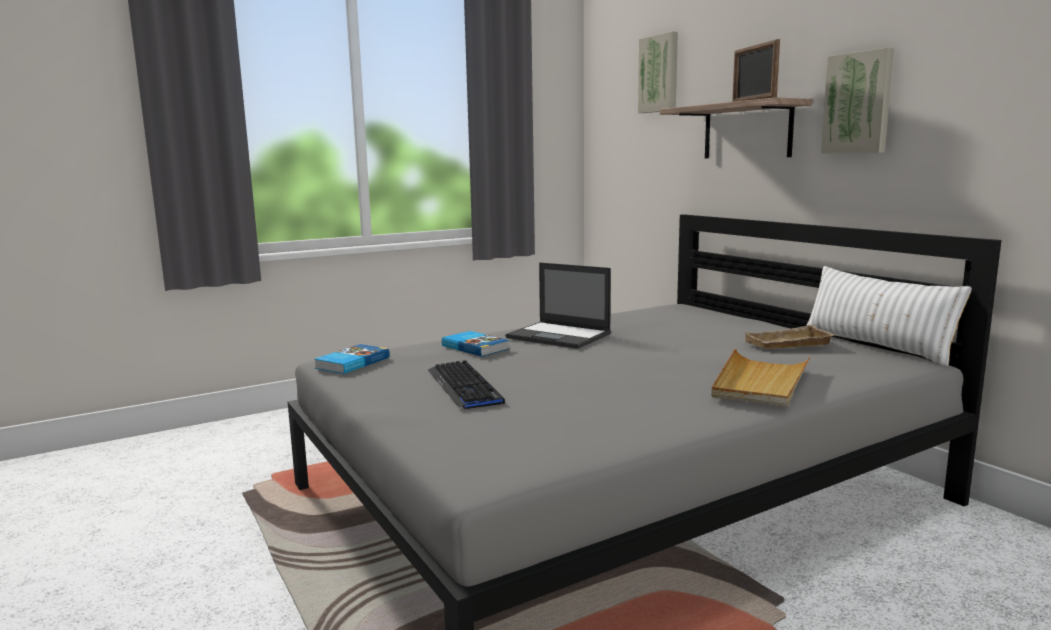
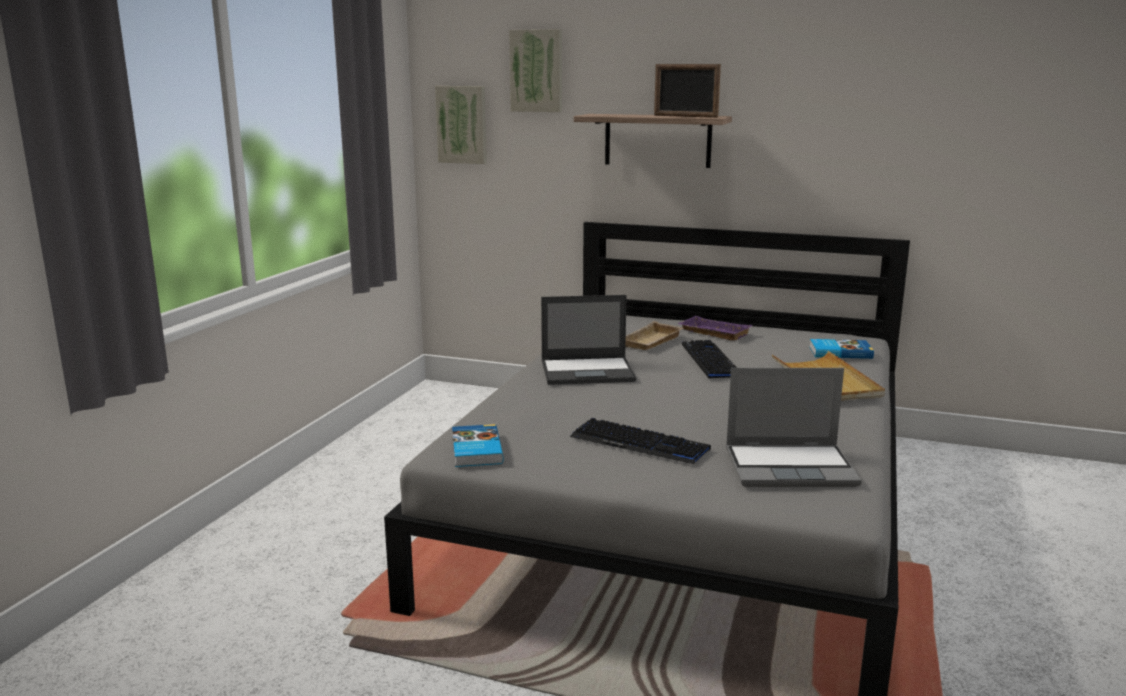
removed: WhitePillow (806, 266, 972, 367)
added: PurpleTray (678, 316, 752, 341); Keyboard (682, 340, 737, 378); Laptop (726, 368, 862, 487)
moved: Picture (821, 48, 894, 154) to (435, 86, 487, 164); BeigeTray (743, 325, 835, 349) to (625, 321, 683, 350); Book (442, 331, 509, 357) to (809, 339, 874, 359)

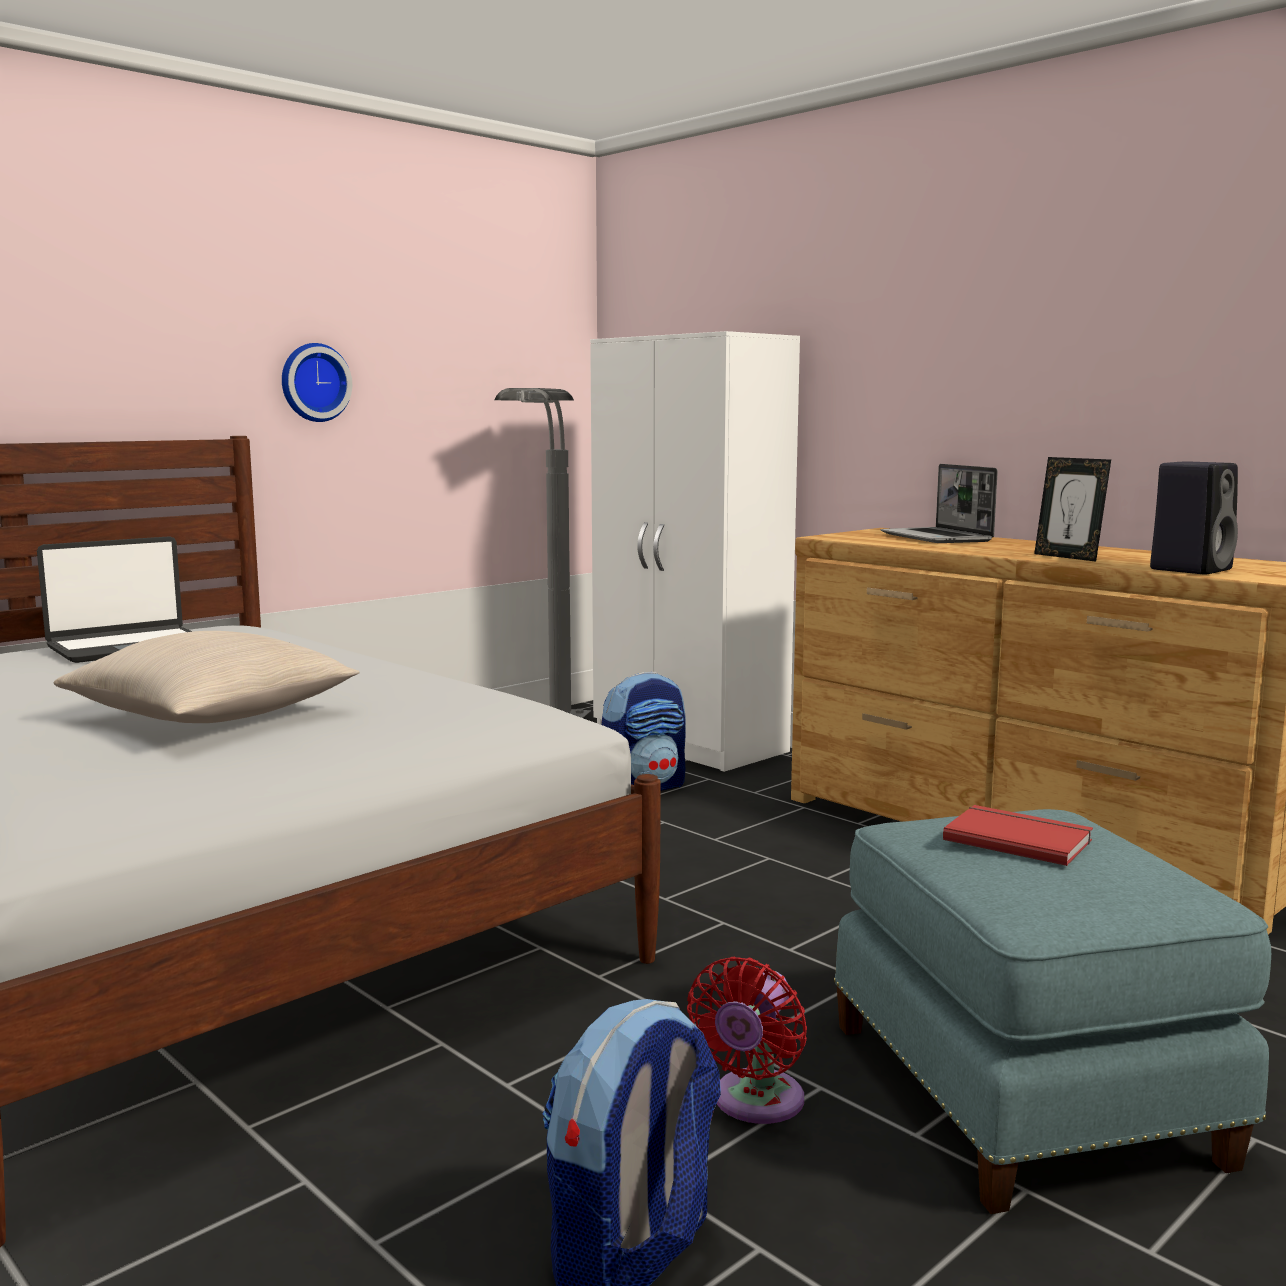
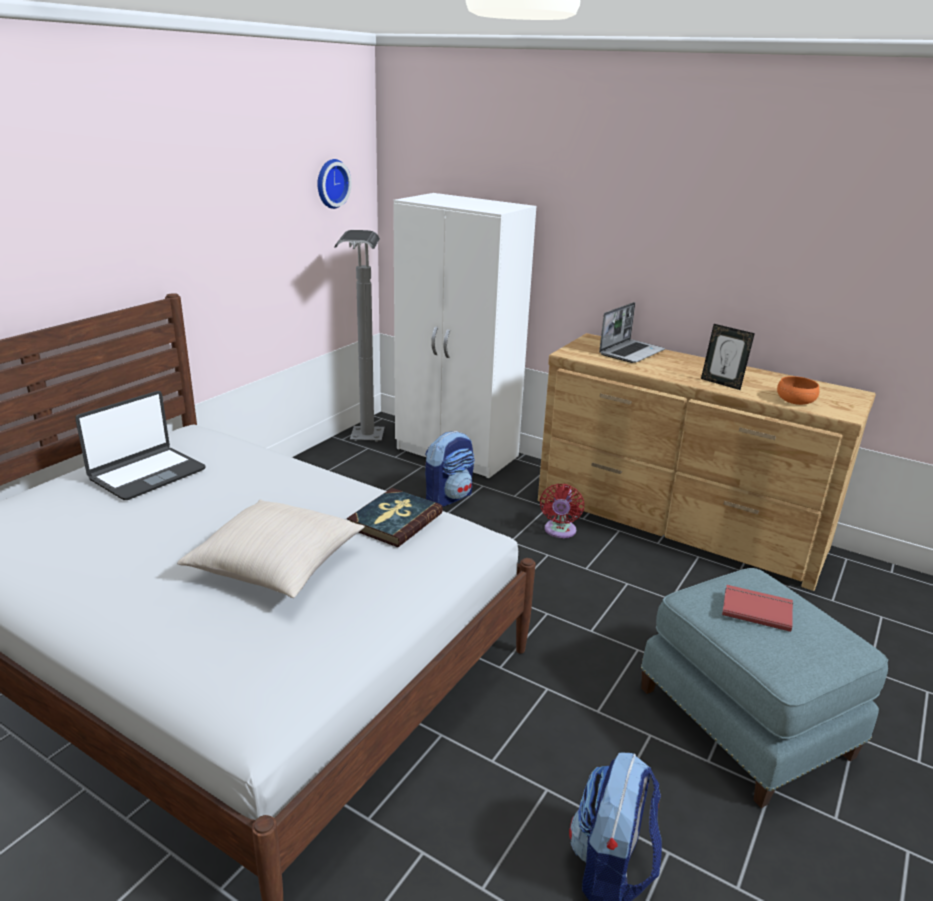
added: Book (347, 488, 443, 547)
moved: WallClock (282, 343, 352, 422) to (317, 159, 351, 209); RedFan (687, 957, 807, 1124) to (540, 484, 584, 538)
replaced: BlackSpeaker (1150, 461, 1238, 575) to OrangeBowl (777, 376, 820, 405)
turned: Laptop (880, 464, 998, 543) = (599, 302, 665, 363) 105 degrees counterclockwise

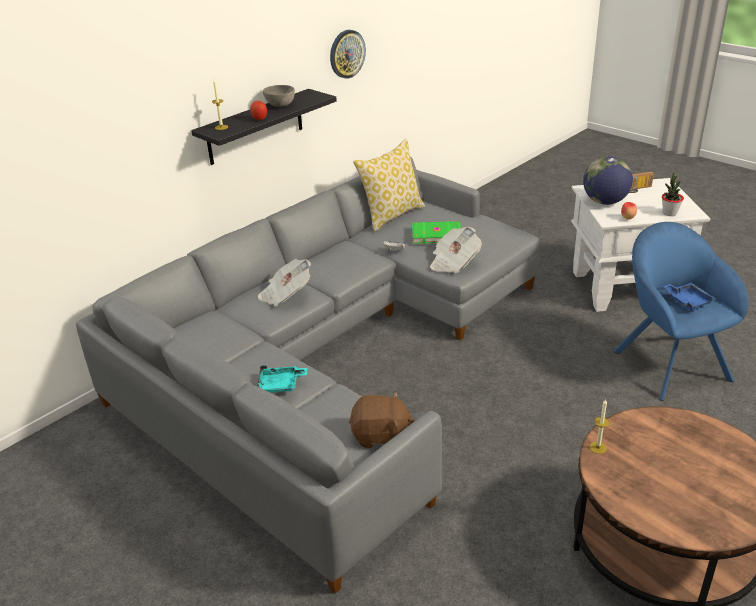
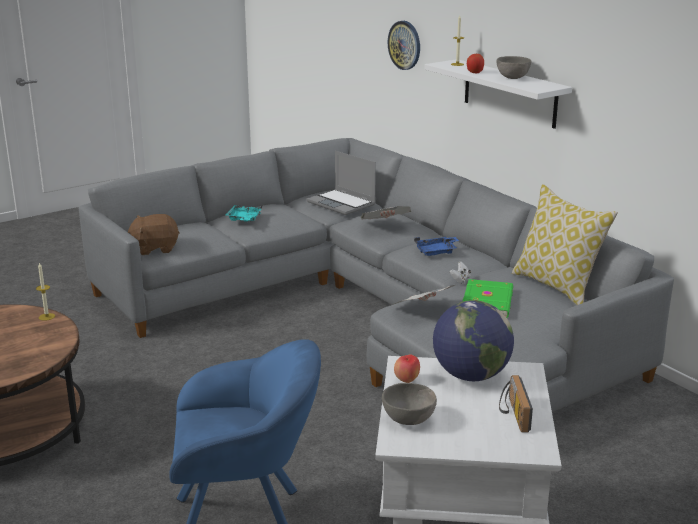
added: Laptop (306, 151, 376, 215)
moved: WallClock (330, 30, 366, 79) to (388, 21, 420, 70); BlueTray (663, 283, 715, 311) to (414, 237, 459, 256)
replaced: PottedPlant (662, 172, 684, 216) to GreyBowl (382, 383, 437, 425)
recoloured: BlackShelf (191, 89, 337, 165) to WhiteShelf (425, 60, 572, 129)
turned: BrownPlushToy (349, 392, 415, 448) = (128, 214, 180, 255) 60 degrees clockwise

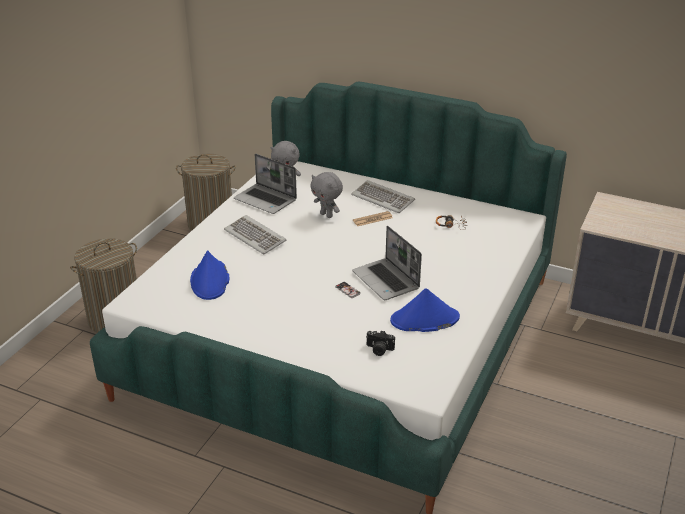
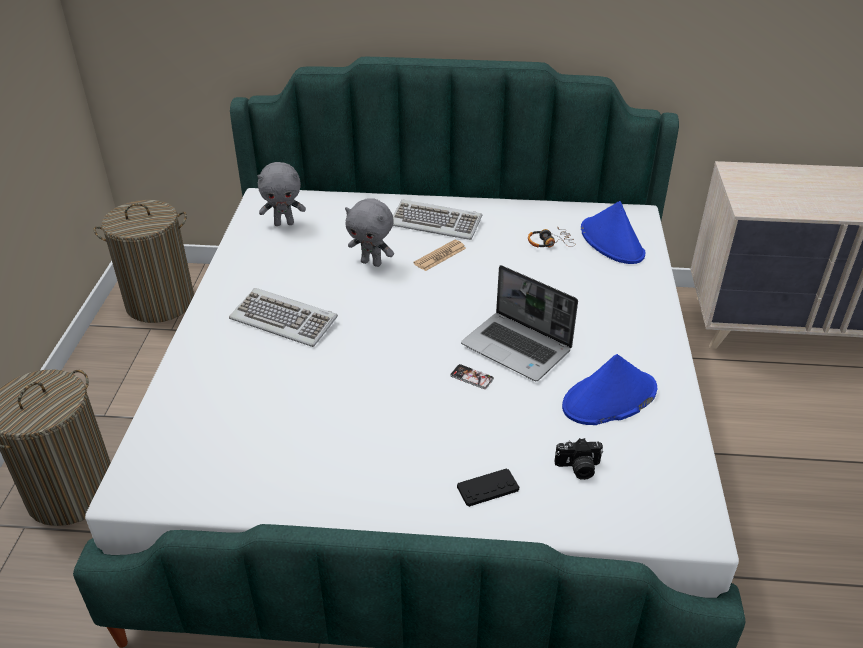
removed: Laptop (234, 154, 297, 214)
added: BlackGameController (457, 468, 519, 507)
moved: BlueHat (190, 250, 229, 300) to (581, 201, 645, 264)

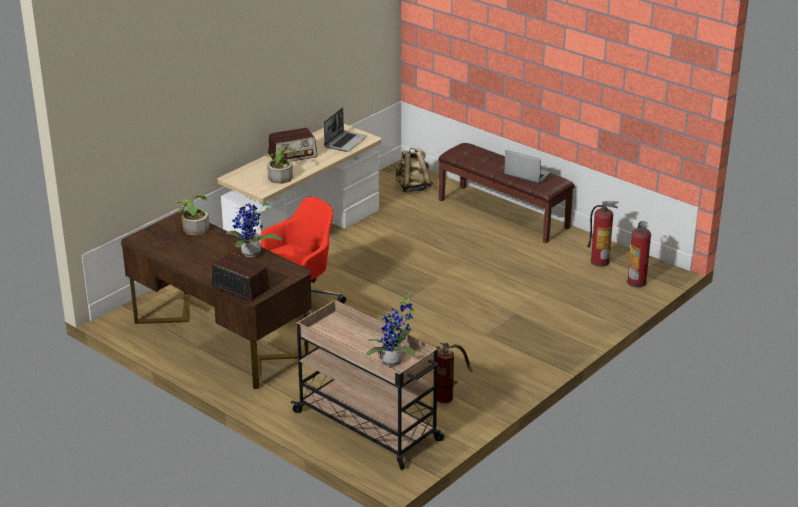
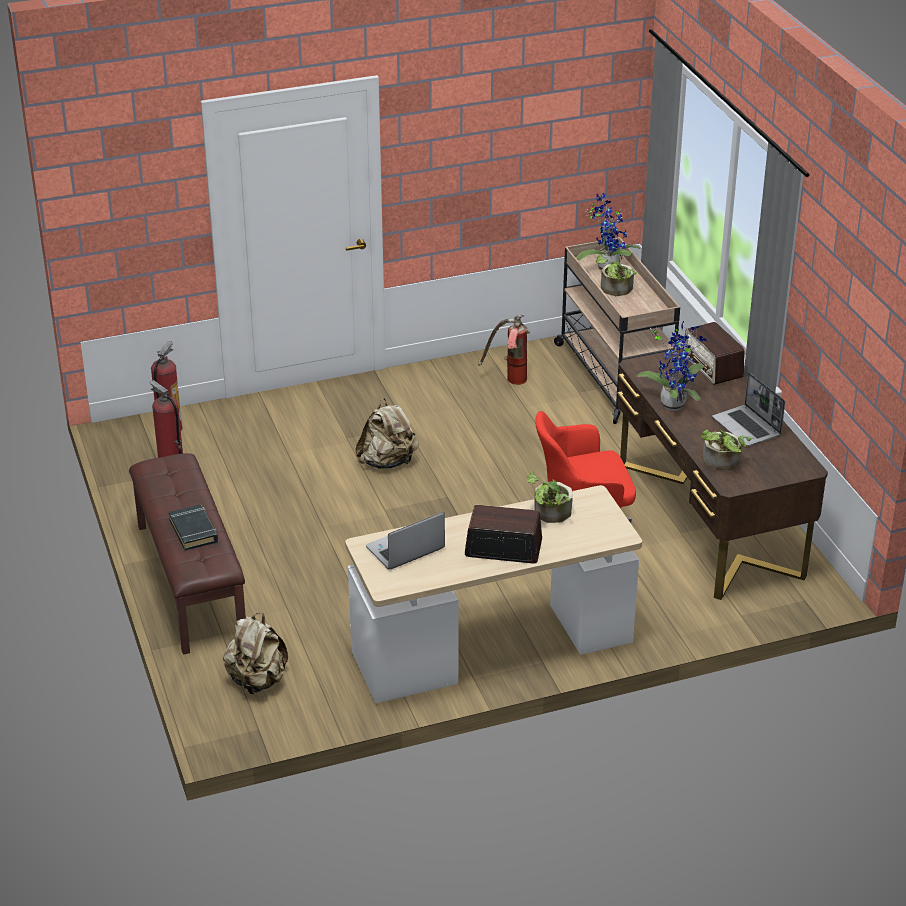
added: BlackBook (169, 504, 218, 550); BeigeBackpack (355, 398, 419, 469); PottedPlant (596, 254, 637, 296)
moved: Laptop (504, 150, 551, 184) to (712, 372, 785, 446)

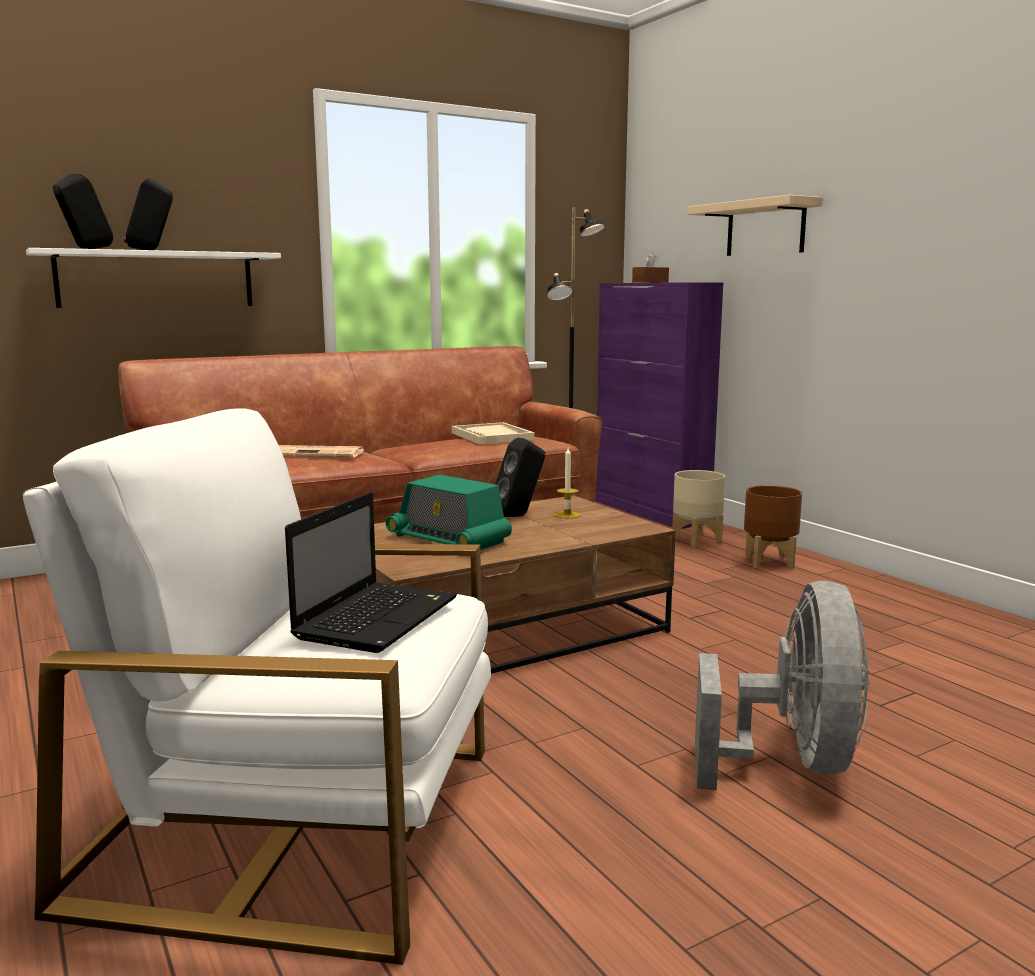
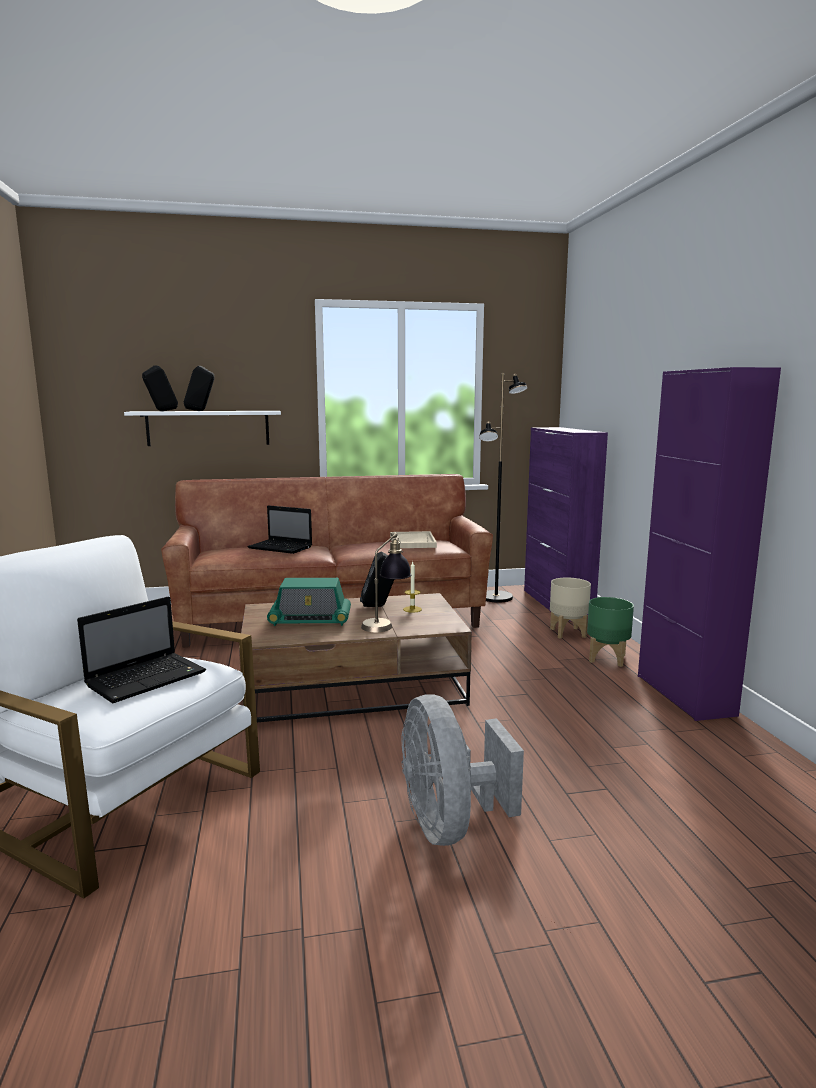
removed: BrownTissueBox (632, 253, 669, 283); BeigeShelf (687, 195, 823, 256)
added: TableLamp (361, 533, 411, 632); PurpleCabinet (638, 367, 781, 721)
replaced: Newspaper (279, 445, 364, 457) to Laptop (247, 505, 312, 554)
recoloured: BrownPlanter (744, 485, 802, 569) to GreenPlanter (587, 597, 634, 667)
turned: Radio (386, 475, 512, 550) = (267, 578, 351, 626) 60 degrees counterclockwise; GreyFan (695, 581, 870, 790) = (401, 695, 524, 846) 135 degrees clockwise

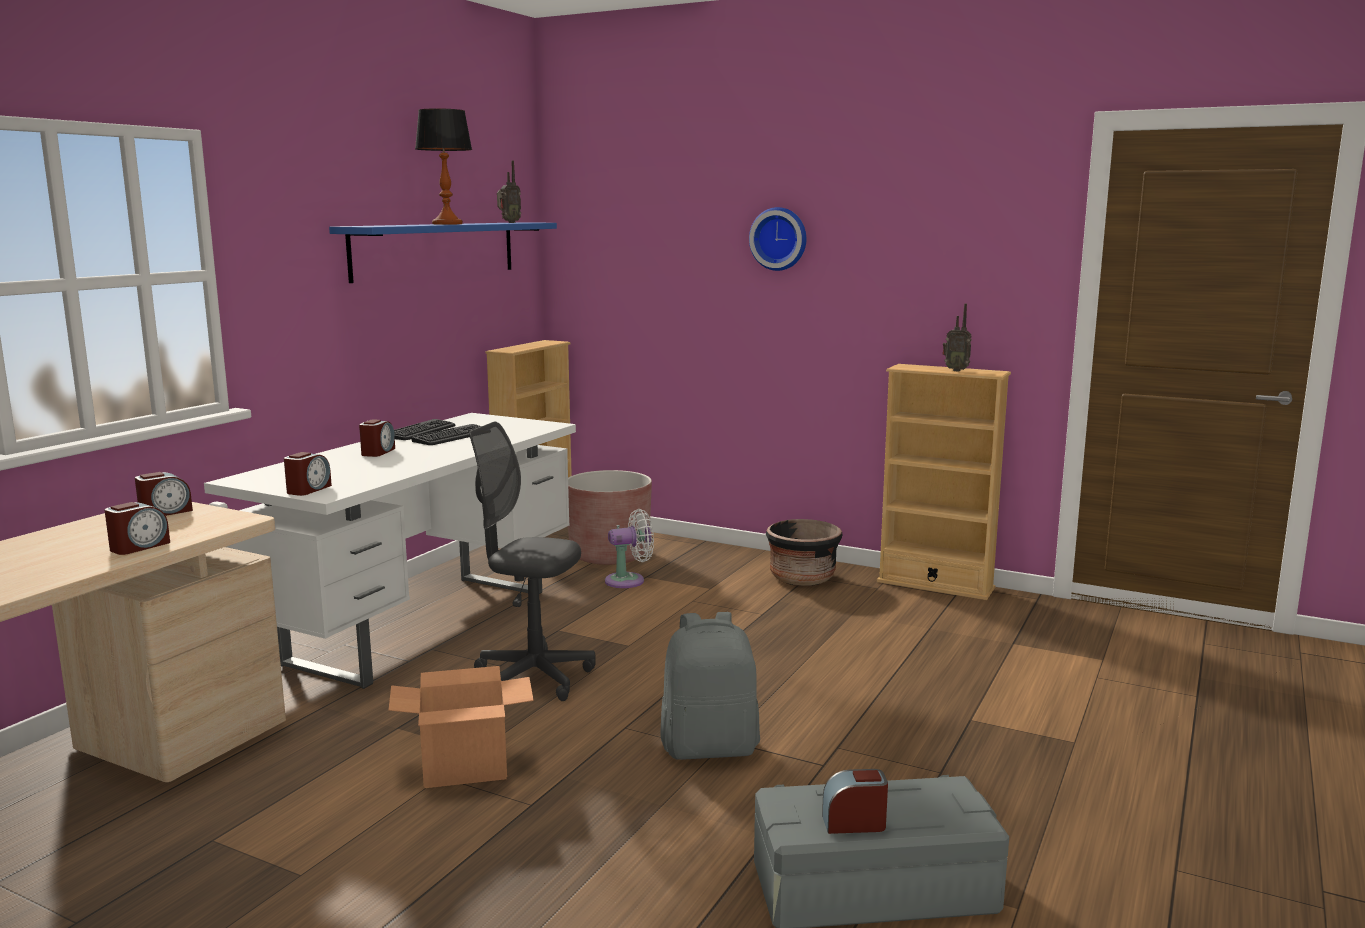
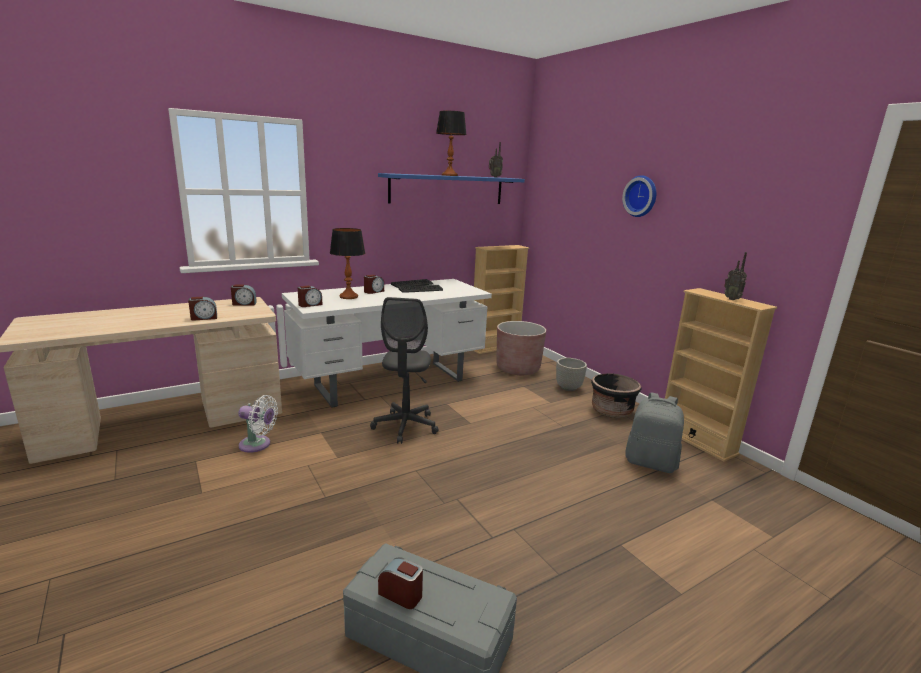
removed: CardboardBox (388, 666, 534, 788)
added: TableLamp (330, 228, 365, 299); GreyPlanter (556, 358, 587, 391)
moved: WhiteFan (605, 509, 654, 588) to (238, 395, 278, 453); GreyBackpack (660, 612, 760, 760) to (625, 393, 684, 473)
turned: GreyOfficeChair (469, 422, 596, 701) = (370, 297, 439, 444) 135 degrees counterclockwise

